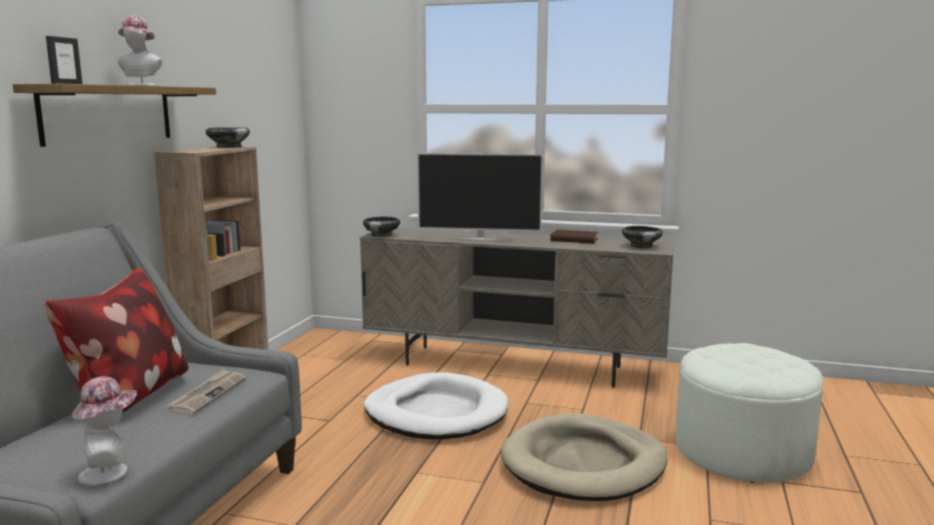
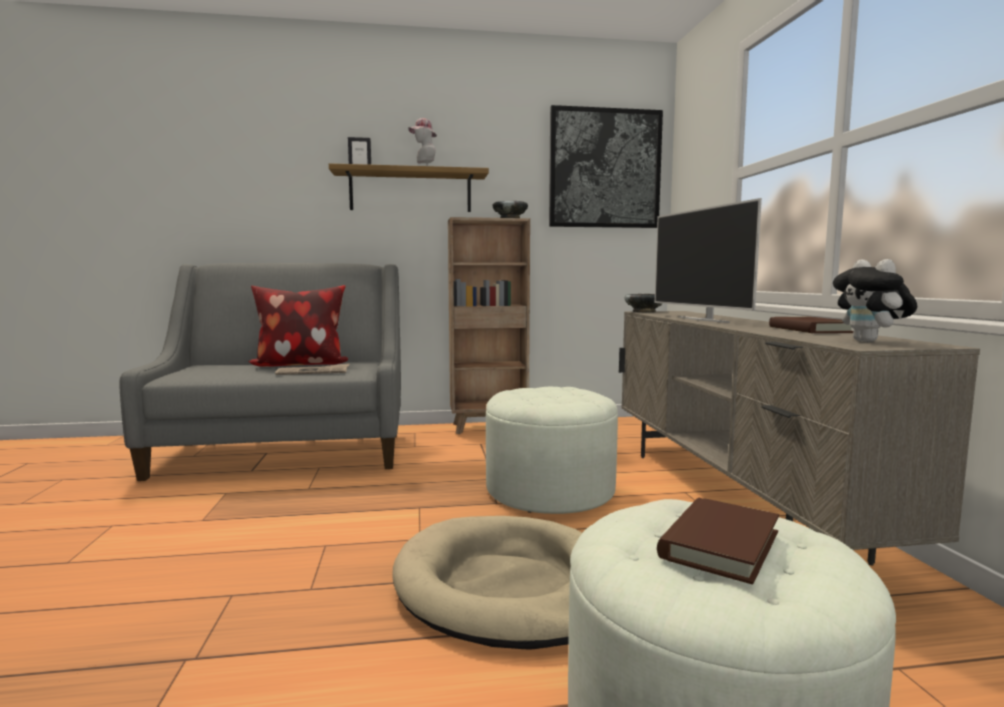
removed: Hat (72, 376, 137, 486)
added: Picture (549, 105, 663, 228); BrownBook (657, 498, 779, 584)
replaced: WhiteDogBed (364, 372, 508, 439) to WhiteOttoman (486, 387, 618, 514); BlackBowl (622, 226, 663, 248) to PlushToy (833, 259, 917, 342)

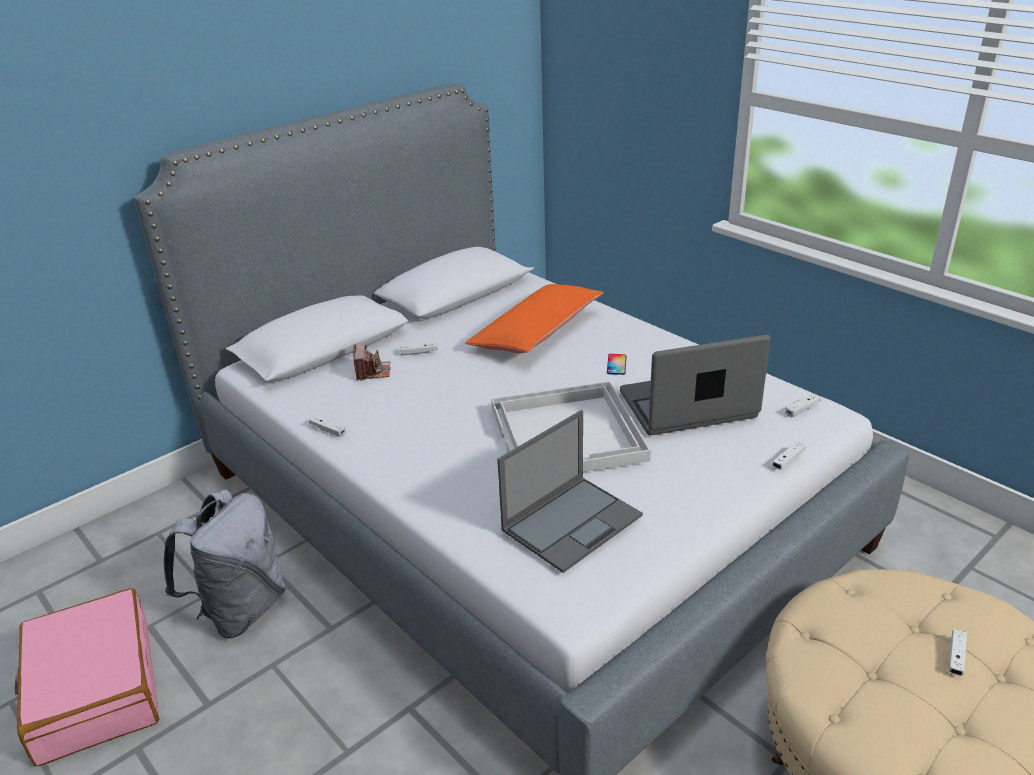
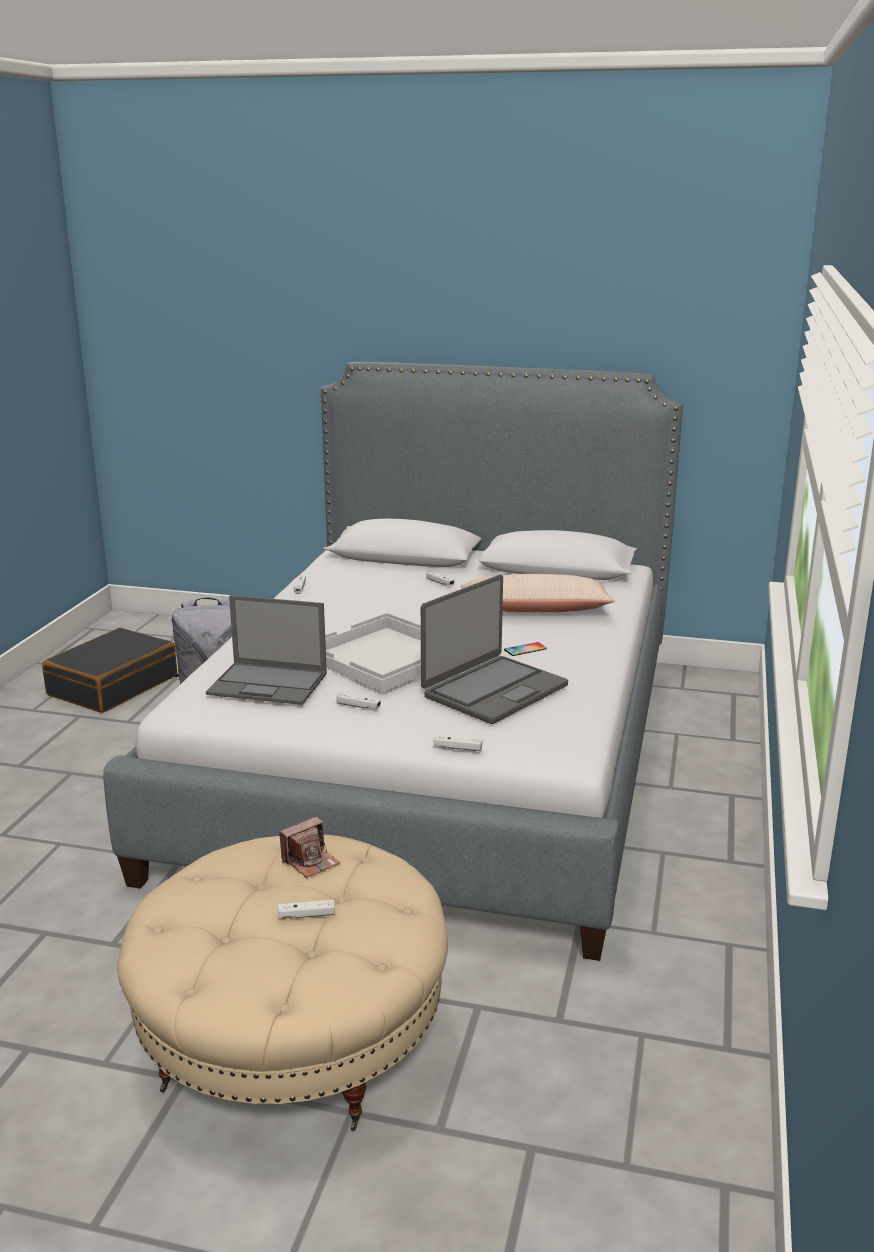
moved: PhotoCamera (353, 343, 390, 381) to (279, 815, 341, 878); WhiteGameController (785, 394, 821, 417) to (337, 693, 381, 709)
recoloured: PinkSuitcase (15, 588, 159, 766) to BlackSuitcase (42, 628, 177, 713); OrangePillow (465, 284, 604, 353) to BeigePillow (461, 574, 615, 612)
turned: Laptop (620, 335, 771, 435) = (421, 575, 568, 724) 90 degrees clockwise

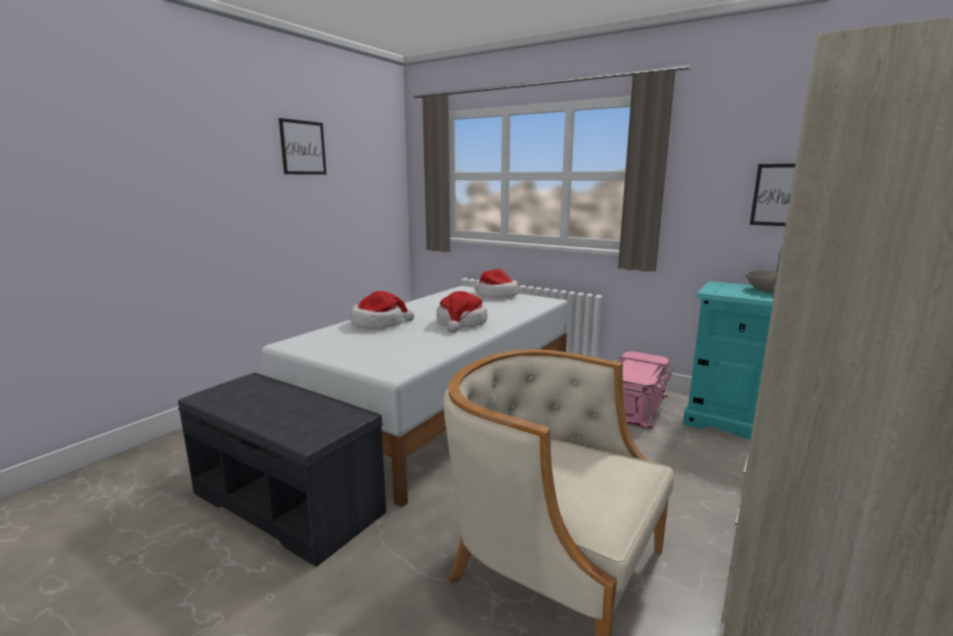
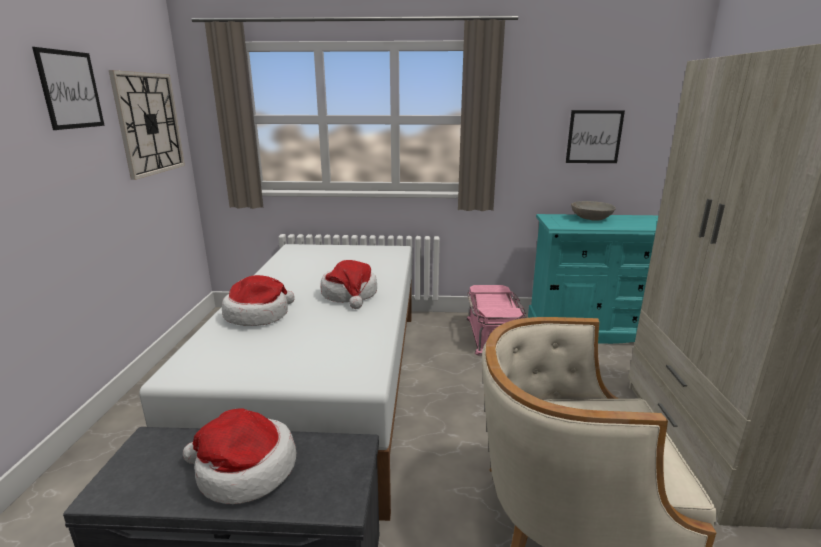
added: WallClock (109, 70, 185, 180)
moved: Hat (475, 269, 519, 298) to (183, 409, 296, 504)

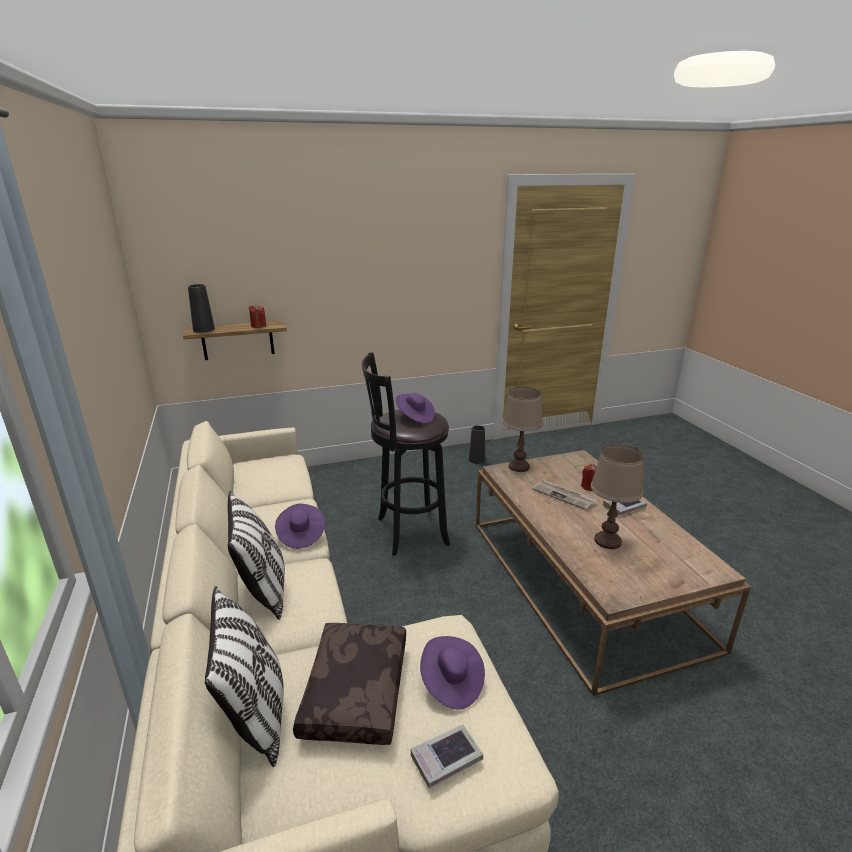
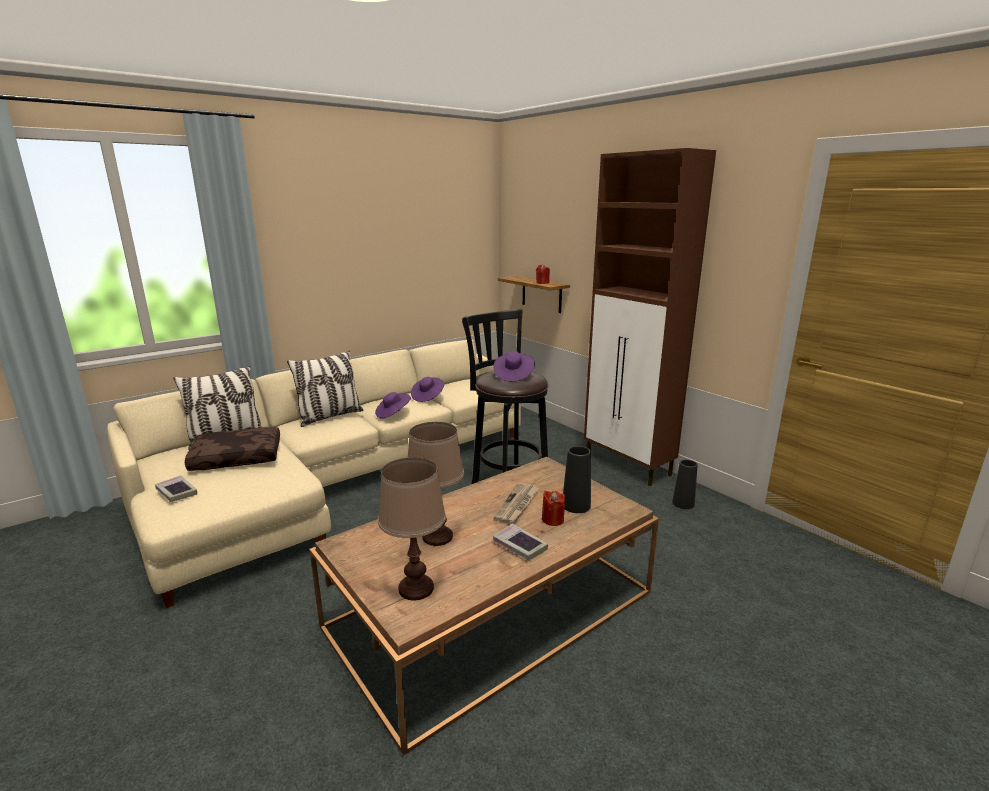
added: BrownCabinet (584, 148, 716, 486)
moved: BrownTableLamp (503, 387, 543, 472) to (378, 457, 446, 600); PurpleHat (420, 636, 485, 709) to (411, 377, 444, 402); BlackVase (188, 284, 215, 333) to (563, 446, 591, 513)

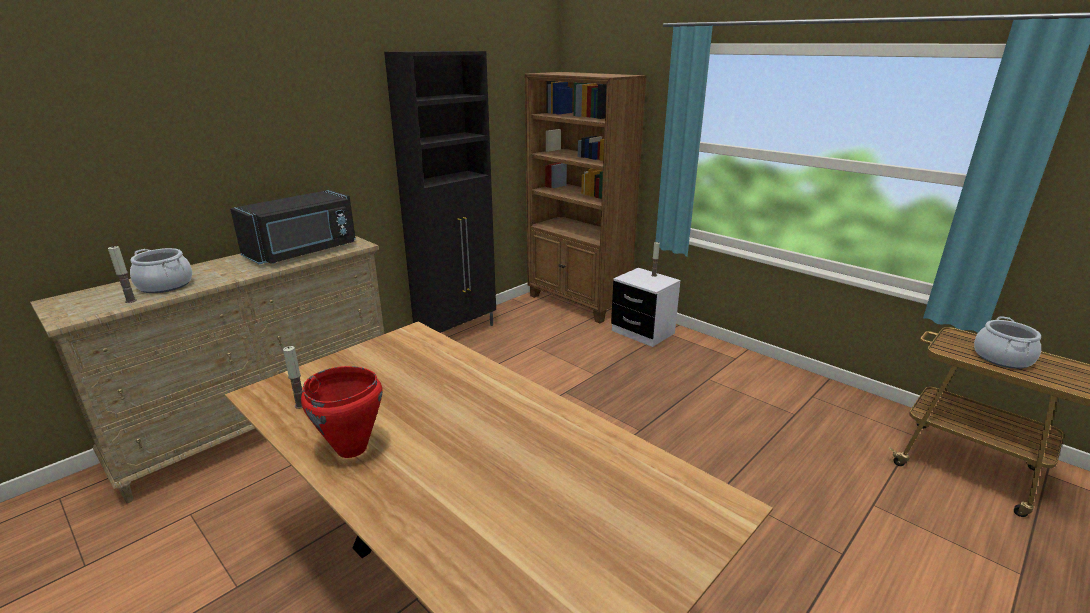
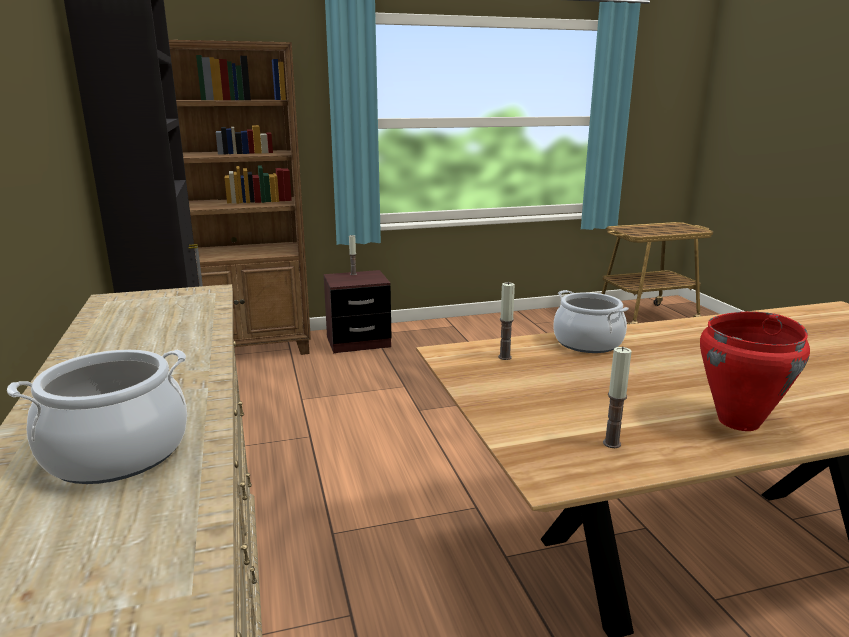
removed: BlackMicrowave (230, 190, 356, 264)
moved: Candle (108, 246, 137, 303) to (498, 282, 515, 360); CookingPot (974, 316, 1041, 369) to (553, 290, 629, 353)
recoloured: WhiteNightstand (611, 268, 681, 347) to BrownNightstand (324, 270, 392, 353)

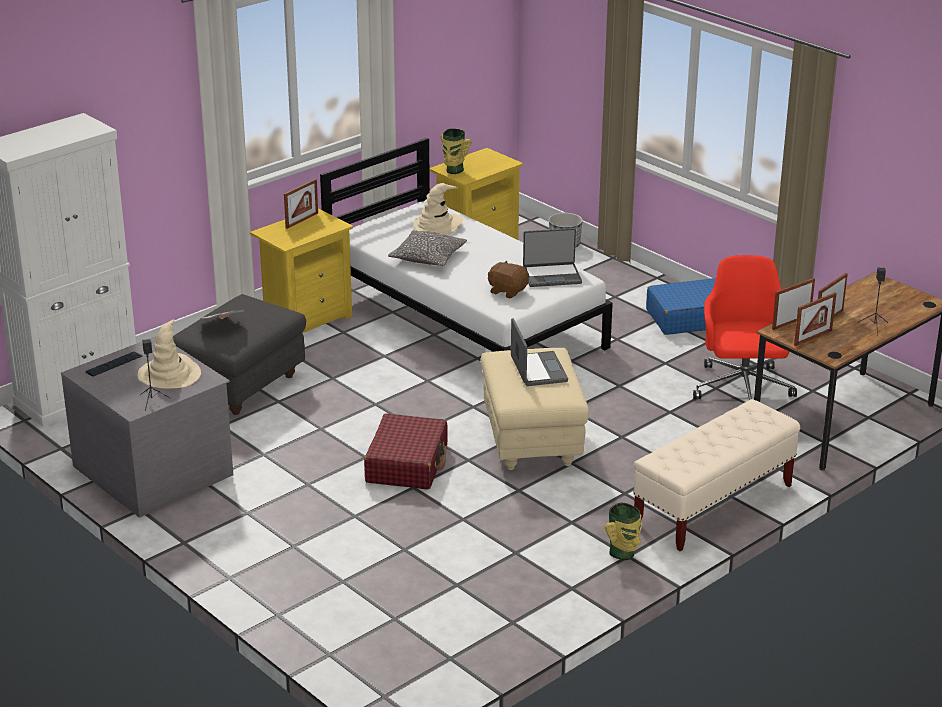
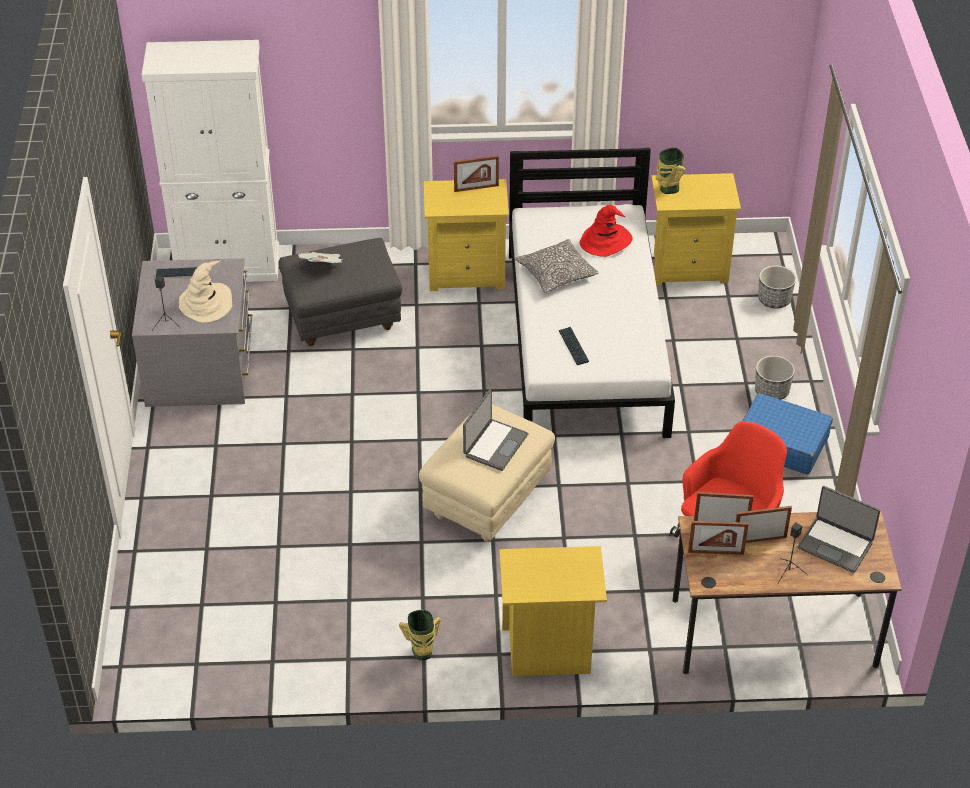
removed: RedSuitcase (364, 413, 448, 490)
added: Planter (755, 356, 795, 400)
moved: Laptop (523, 228, 582, 287) to (798, 486, 880, 573)
replaced: BeigeBench (633, 399, 800, 551) to YellowNightstand (499, 546, 607, 676); BrownPlushToy (488, 260, 529, 299) to Keyboard (558, 327, 589, 365)
recoloured: BeigeHat (413, 183, 463, 235) to RedHat (580, 205, 633, 257)

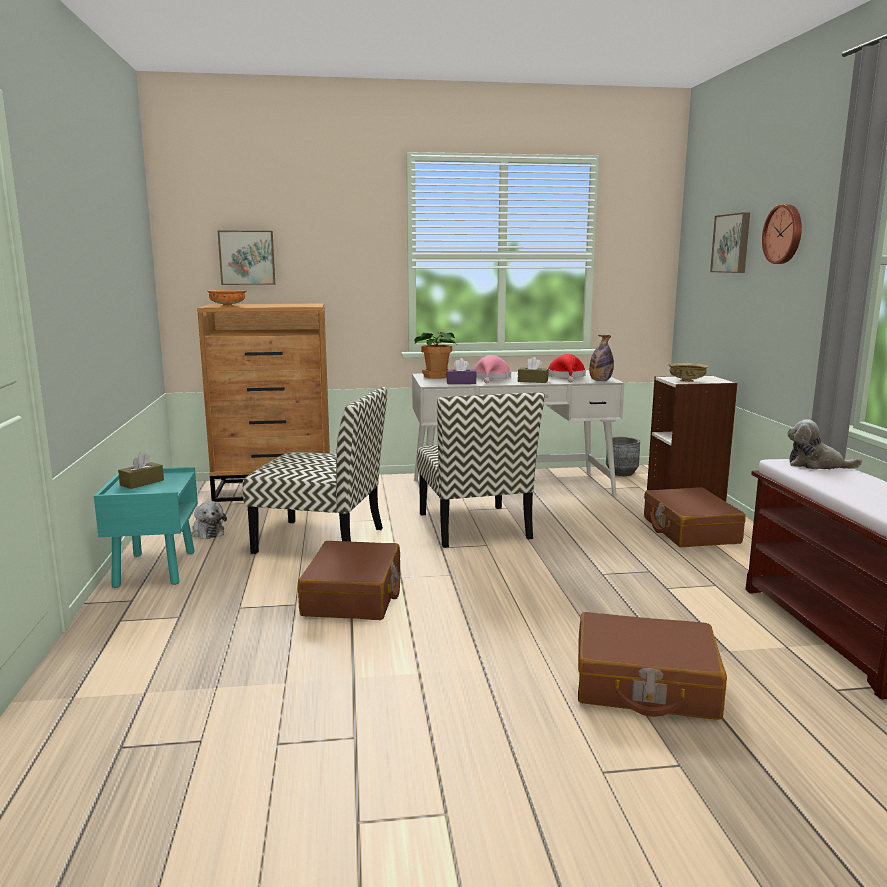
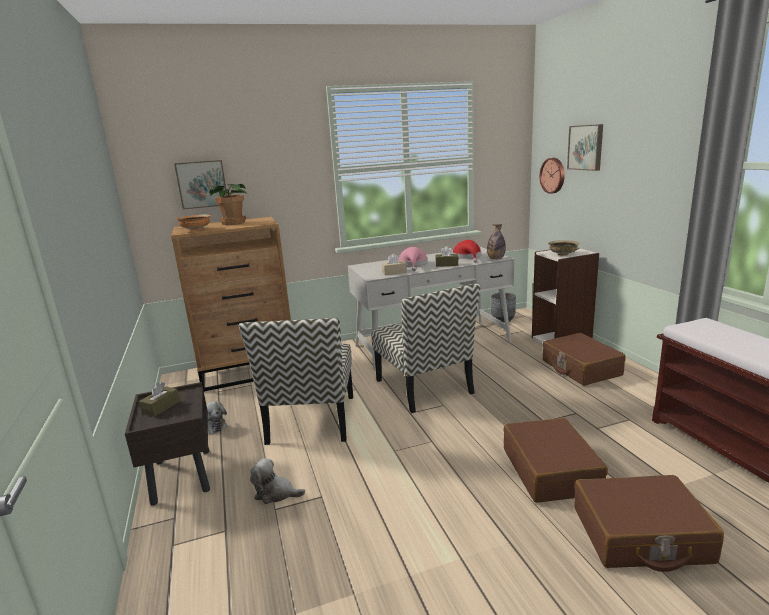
moved: PottedPlant (414, 332, 456, 379) to (209, 184, 246, 225); PlushToy (787, 419, 862, 470) to (250, 458, 305, 504); BrownSuitcase (298, 541, 401, 620) to (503, 418, 608, 503); WallClock (762, 204, 802, 264) to (540, 158, 565, 194)
recoloured: TurquoiseNightstand (94, 467, 198, 588) to BrownNightstand (125, 382, 210, 506); PurpleTissueBox (446, 358, 477, 384) to BeigeTissueBox (382, 253, 407, 275)
turned: Chair (243, 387, 387, 554) = (239, 318, 353, 445) 90 degrees clockwise

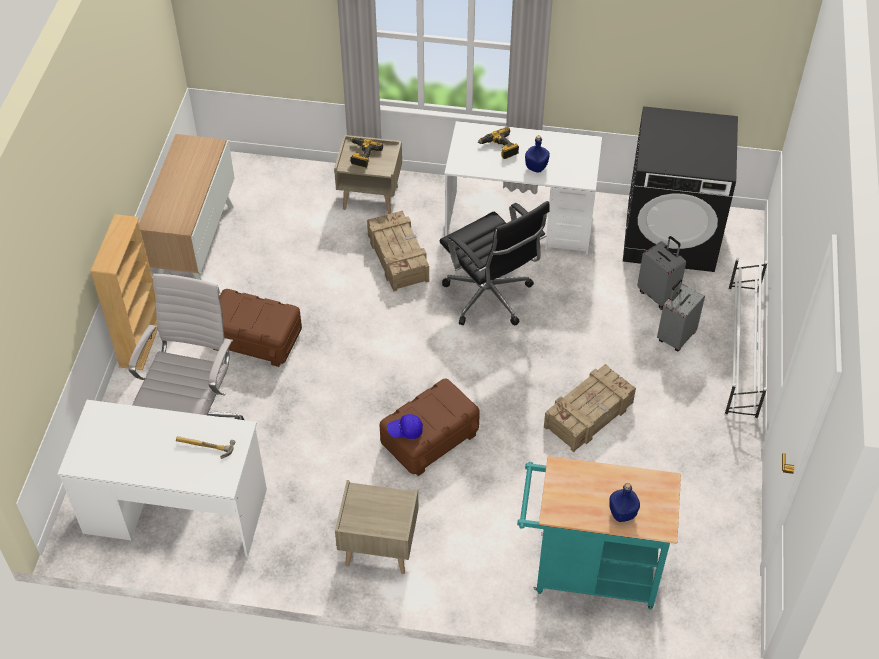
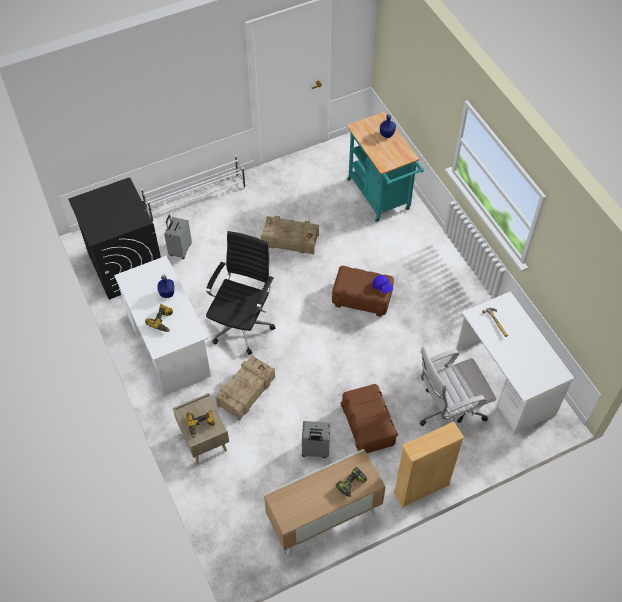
removed: BeigeNightstand (335, 480, 419, 574)
added: PowerDrill (336, 467, 367, 497)
moved: GreySuitcase (657, 279, 705, 351) to (302, 421, 331, 458)

